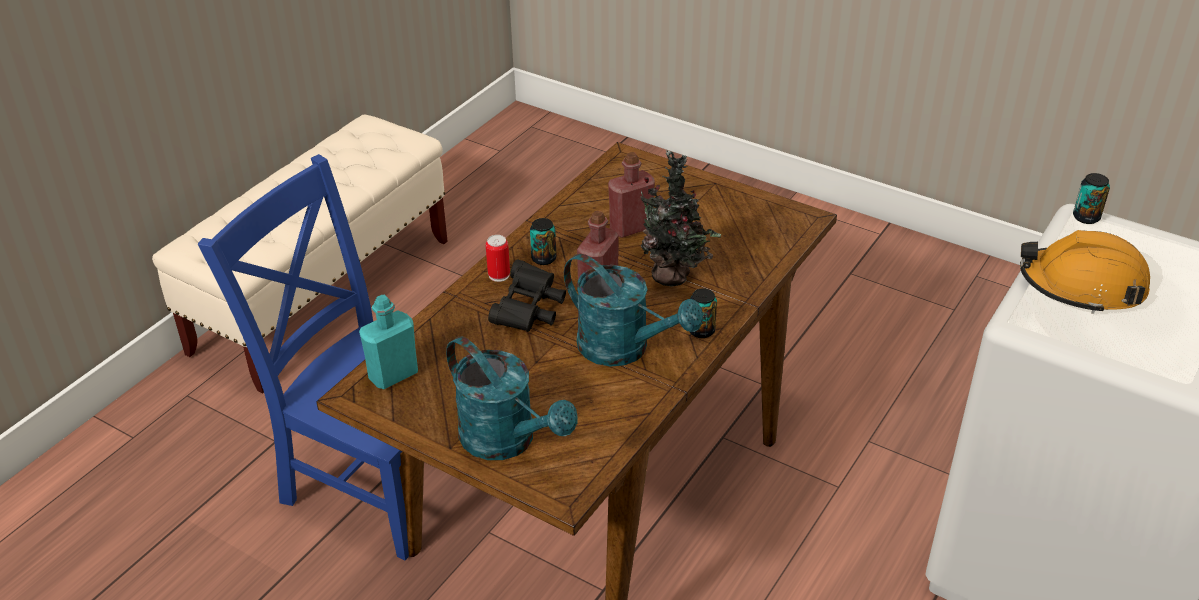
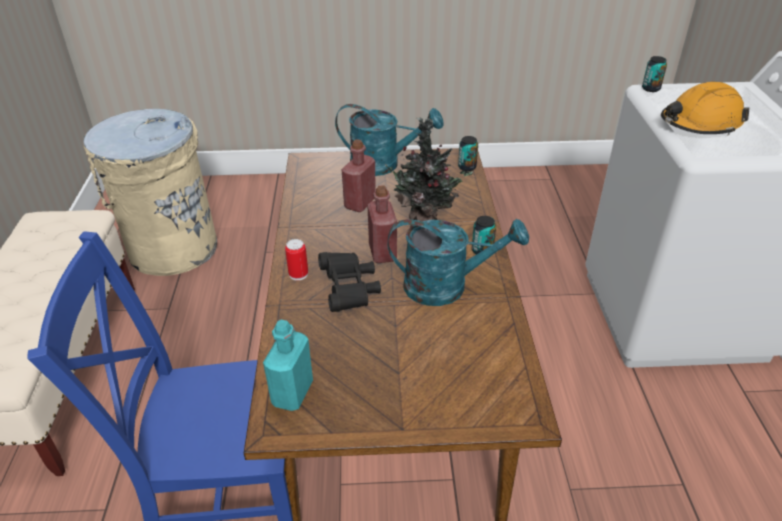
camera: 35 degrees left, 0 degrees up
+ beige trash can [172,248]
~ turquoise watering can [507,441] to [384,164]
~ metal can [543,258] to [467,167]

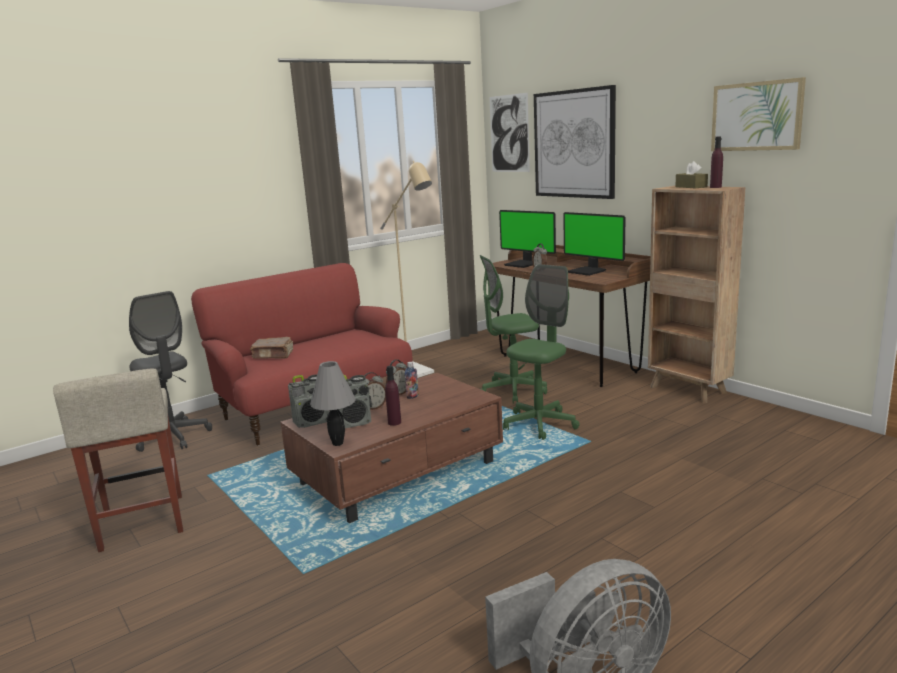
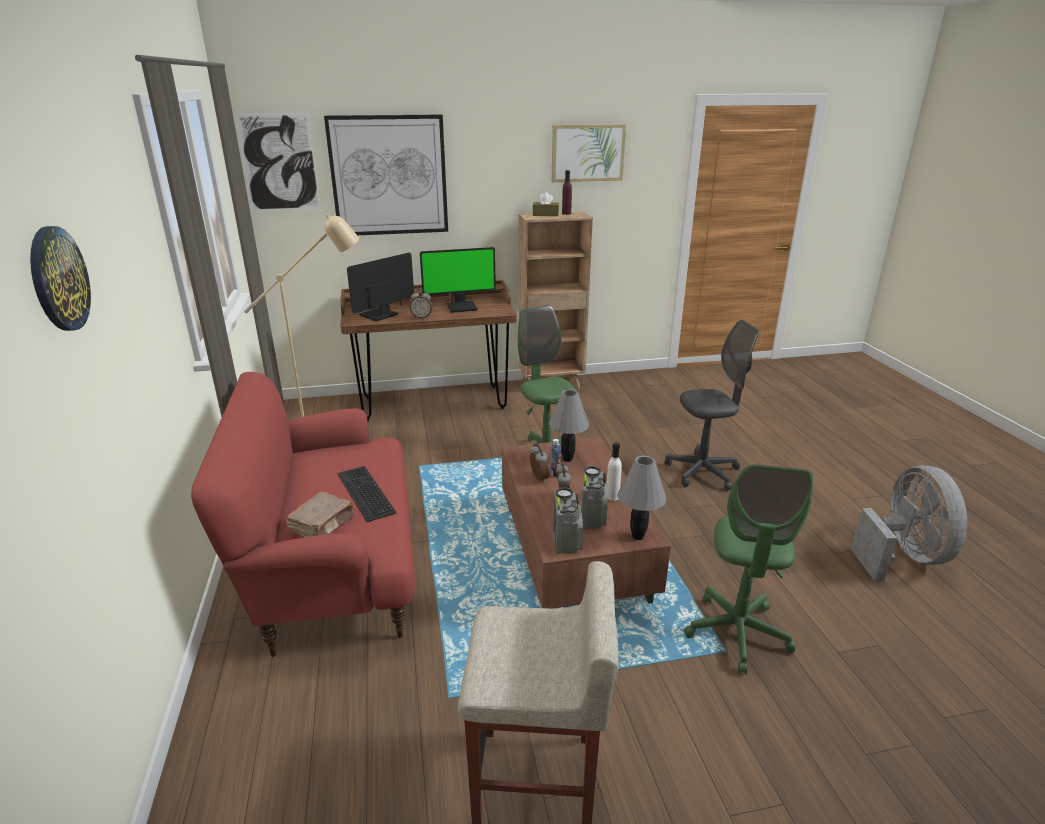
camera: 65 degrees left, 10 degrees up
+ clock on the wall [58,279]
+ computer keyboard [363,492]
+ gray lamp for a table [567,459]
~ gray computer chair [173,437] to [702,472]
~ greenish computer chair [513,391] to [737,633]
~ purple-coloured drink bottle [394,422] to white-coloured drink bottle [612,496]
~ computer display [523,264] = [379,315] 150 degrees clockwise

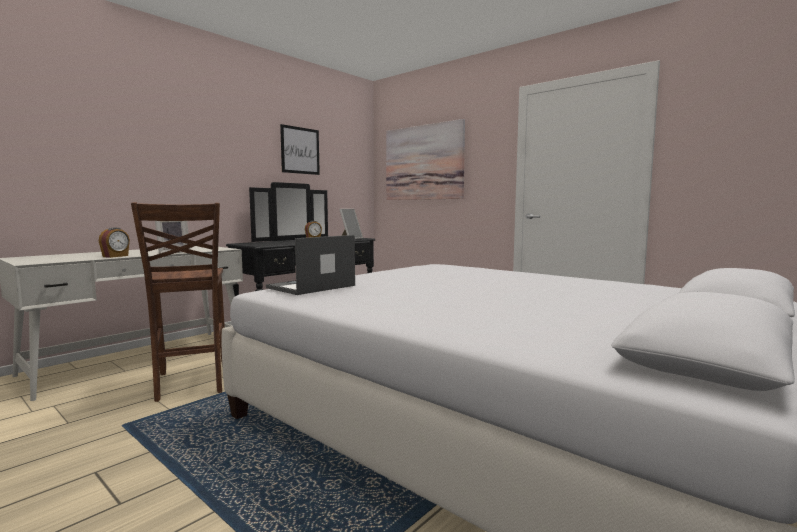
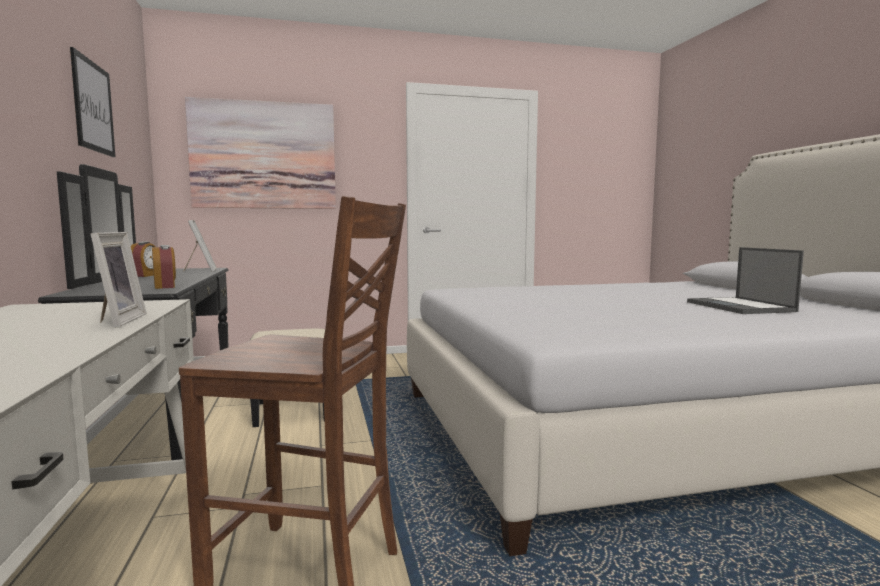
camera: 55 degrees left, 0 degrees up
~ table clock [115,256] to [165,286]
~ notebook computer [310,287] to [741,307]

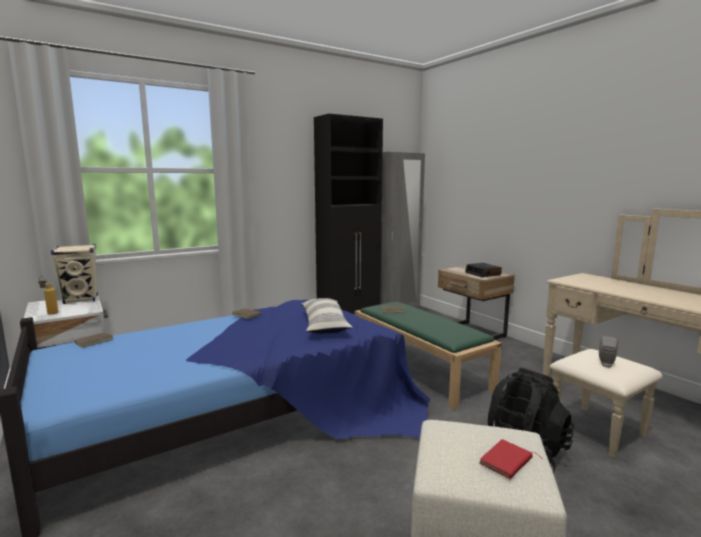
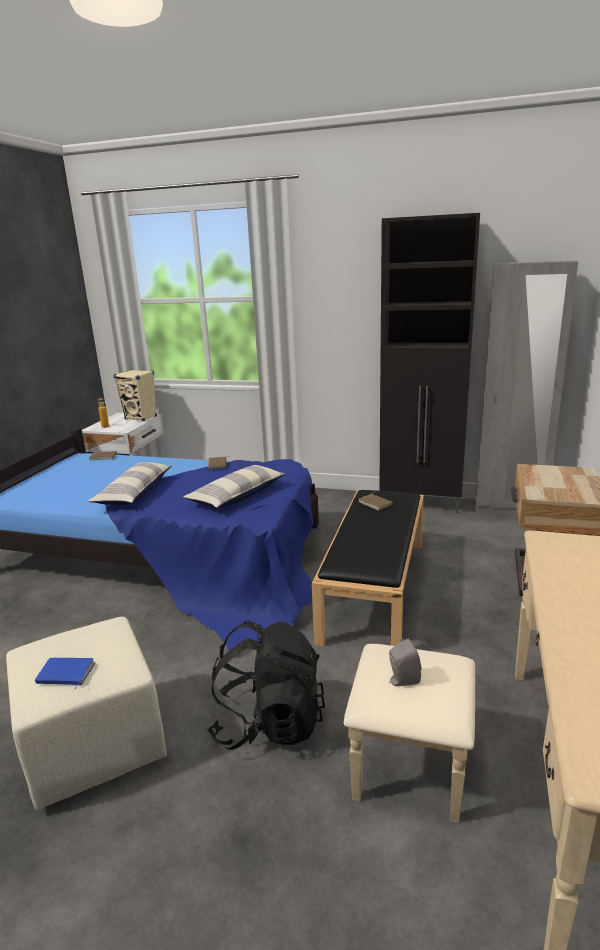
camera: 50 degrees right, 10 degrees up
- table clock [483,273]
+ throw pillow [134,493]
~ greenish indoor bench [417,369] to black-coloured indoor bench [374,587]
~ reddish bound book [507,462] to blue bound book [65,675]

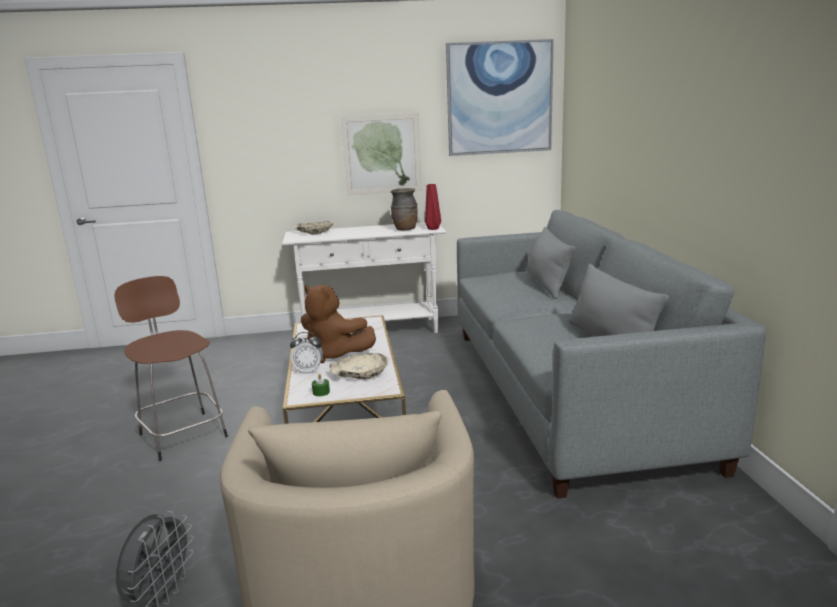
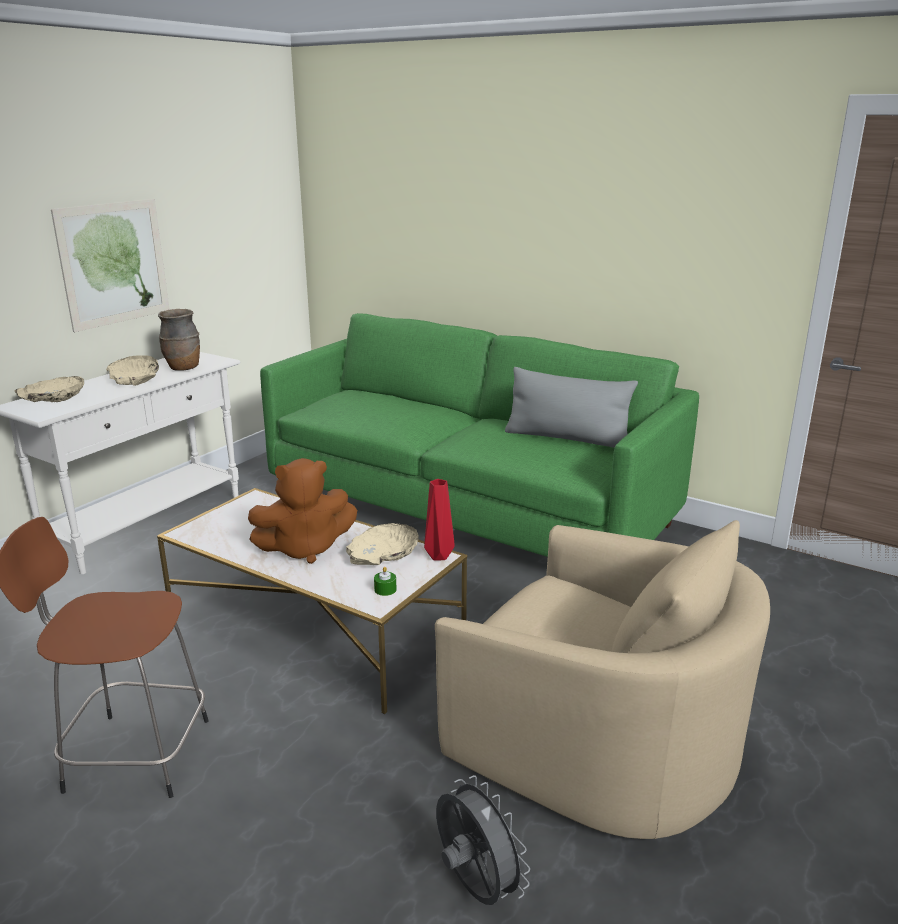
camera: 50 degrees left, 5 degrees up
- table clock [308,371]
- wall picture [499,98]
- gray throw pillow [547,284]
+ beige serving bowl [135,380]
~ reddish vase [433,228] to [438,555]
~ gray settee [566,391] to greenish settee [468,509]

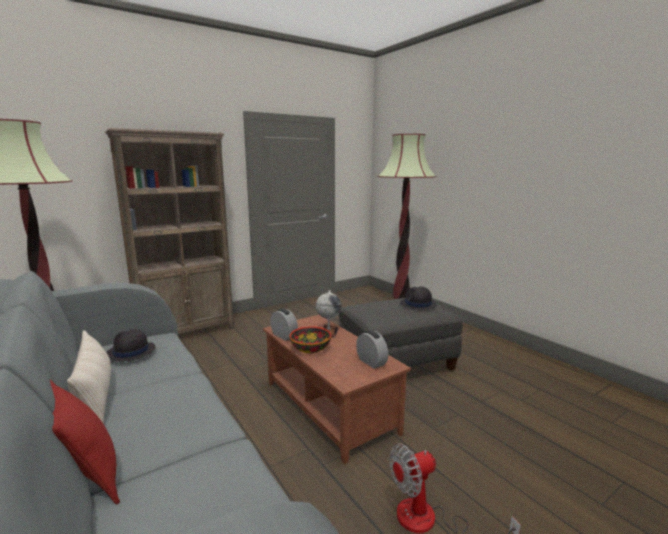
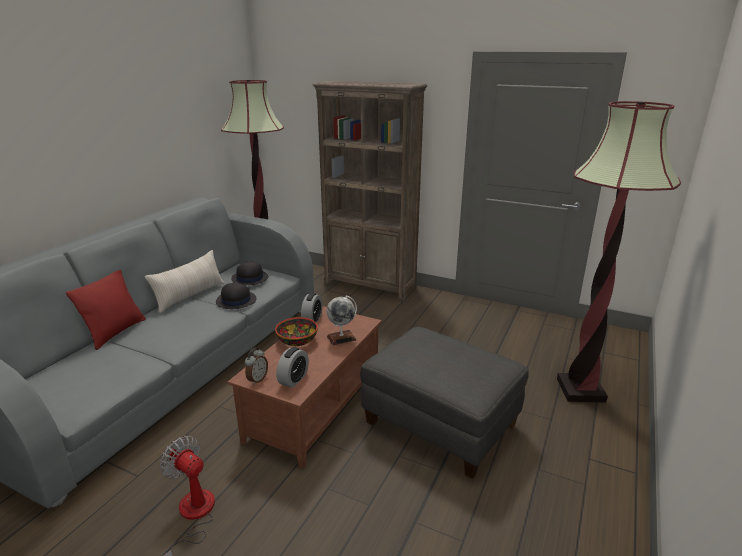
camera: 60 degrees right, 10 degrees up
+ table clock [257,379]
~ black-coloured wearable hat [418,304] to [236,300]

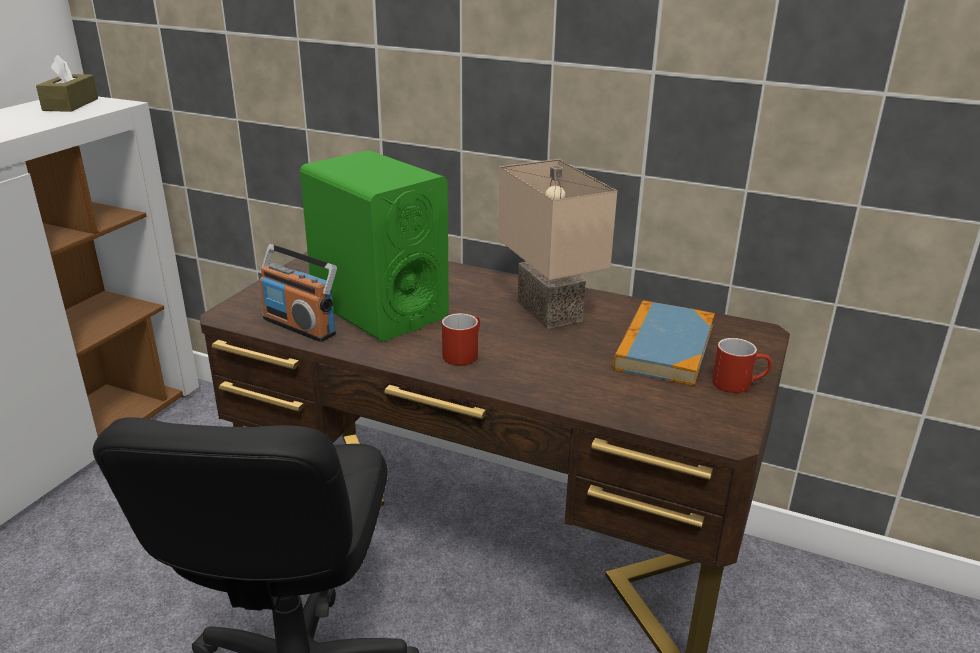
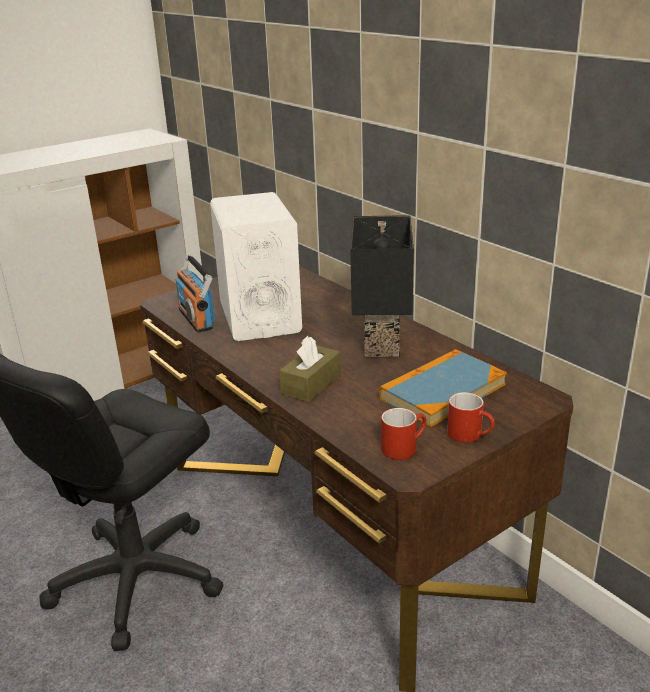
camera: 30 degrees right, 0 degrees up
~ brownish tissue box [70,104] to [311,384]
~ reddish tea mug [463,353] to [403,446]
~ greenish loudspeaker [379,309] to white-coloured loudspeaker [259,317]
~ beige lamp for a table [545,311] to black-coloured lamp for a table [378,343]

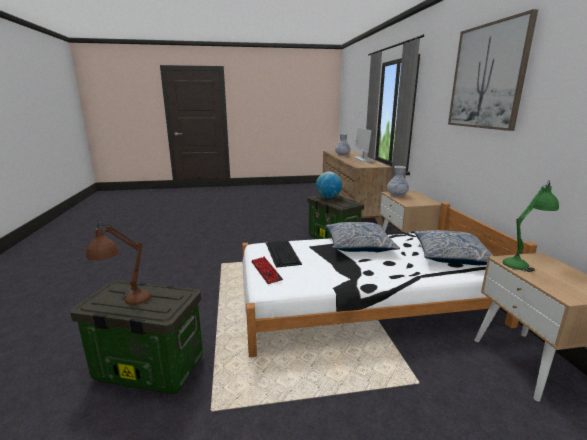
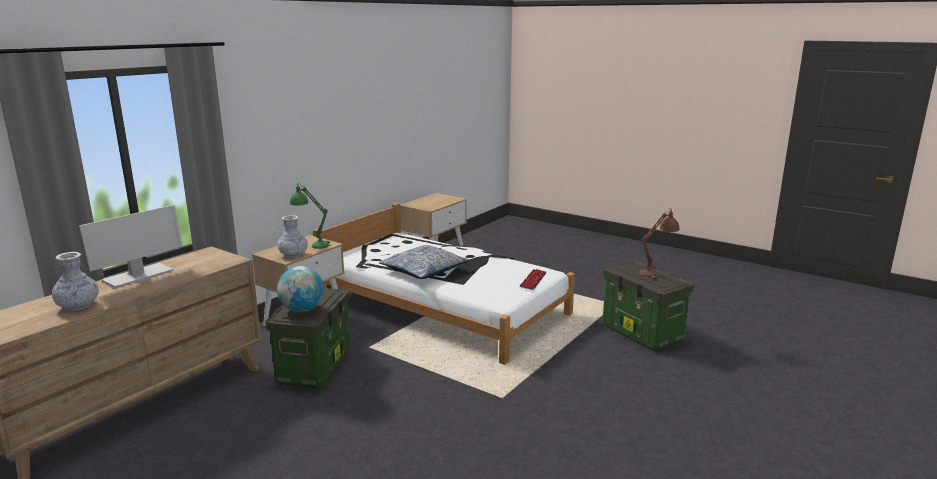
camera: 135 degrees left, 0 degrees up
- computer keyboard [283,253]
- throw pillow [451,256]
- wall picture [487,77]
~ greenish lamp for a table [523,262] to [312,244]

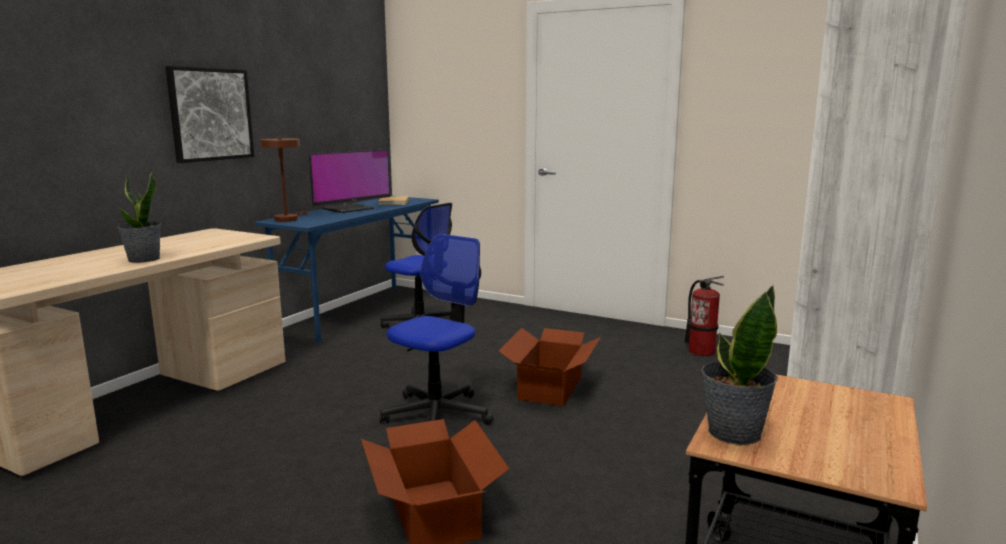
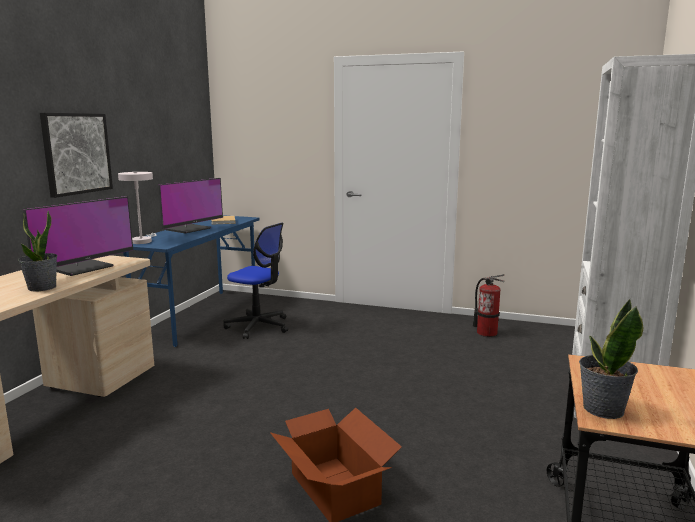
camera: 10 degrees left, 0 degrees up
- computer chair [437,414]
- cardboard box [551,388]
+ computer display [82,268]
~ brownish lamp for a table [288,219] to white-coloured lamp for a table [142,241]

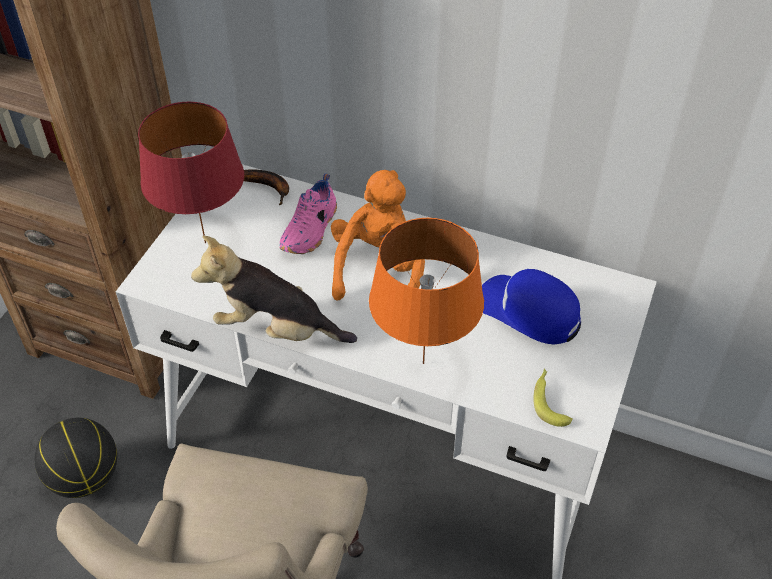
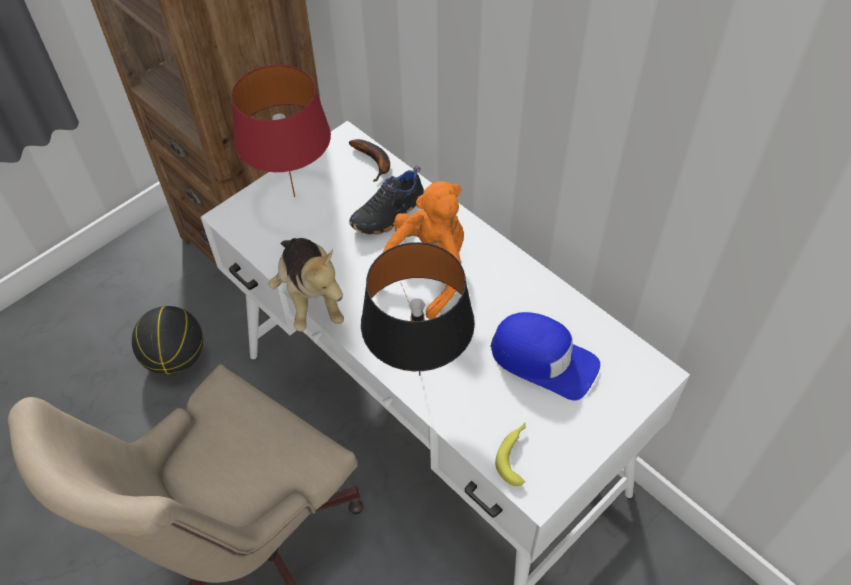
camera: 25 degrees right, 5 degrees up
~ pinkish shoe [311,230] to black-coloured shoe [389,214]
~ orangey lamp for a table [423,362] to black-coloured lamp for a table [420,374]
~ soft toy [276,329] = [310,297] 150 degrees counterclockwise
~ blue baseball cap [527,311] = [543,359] 150 degrees clockwise

